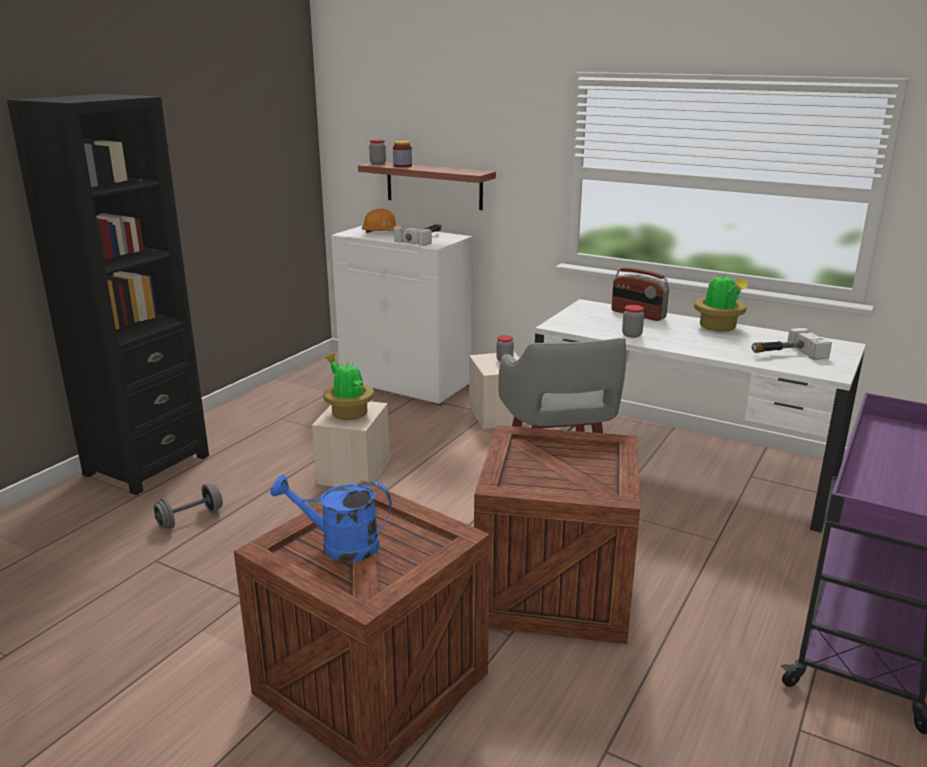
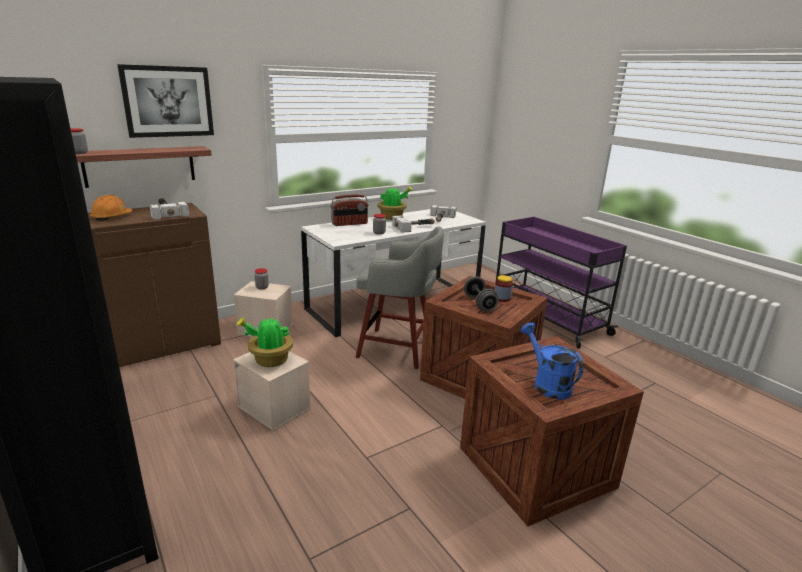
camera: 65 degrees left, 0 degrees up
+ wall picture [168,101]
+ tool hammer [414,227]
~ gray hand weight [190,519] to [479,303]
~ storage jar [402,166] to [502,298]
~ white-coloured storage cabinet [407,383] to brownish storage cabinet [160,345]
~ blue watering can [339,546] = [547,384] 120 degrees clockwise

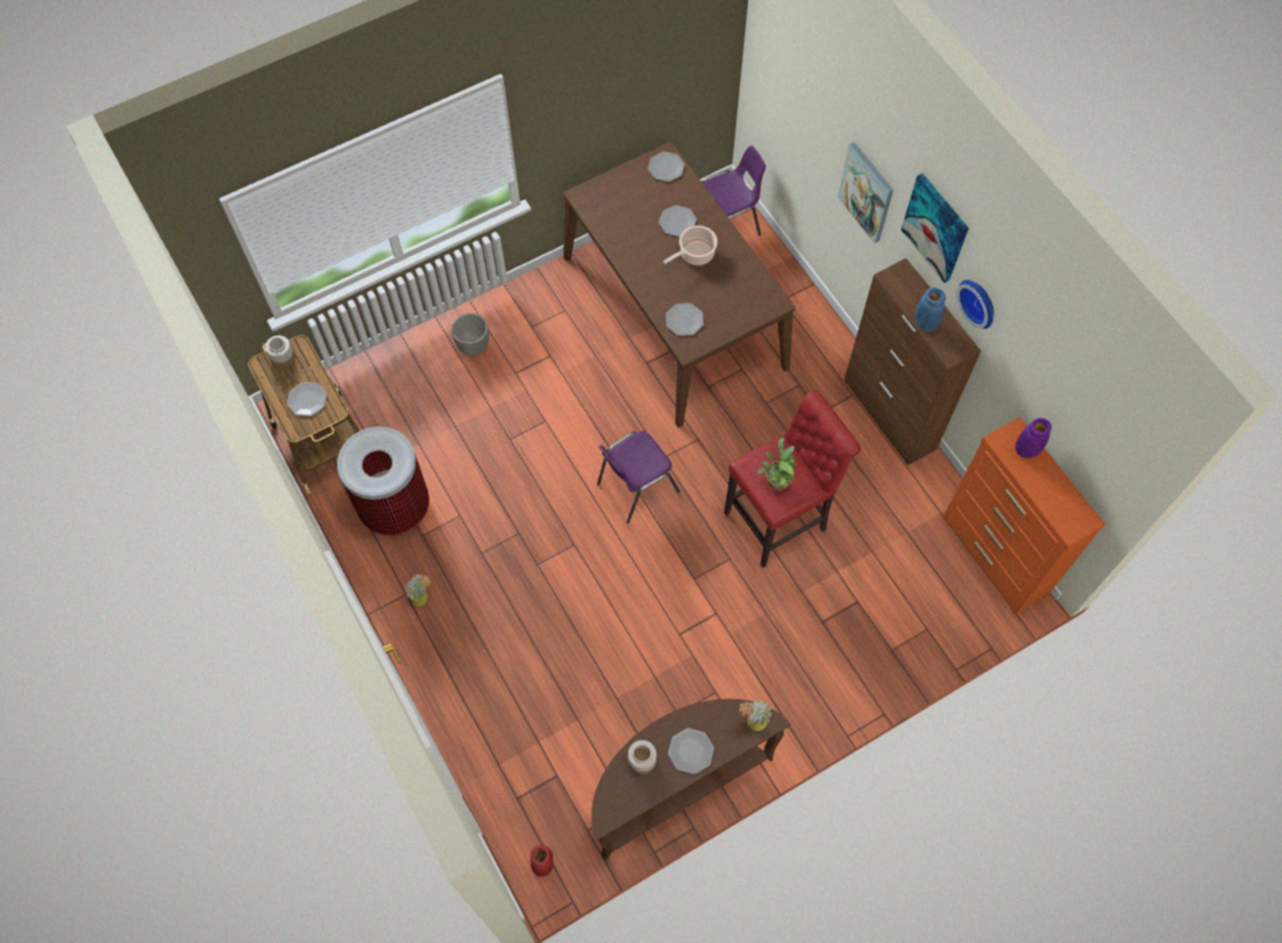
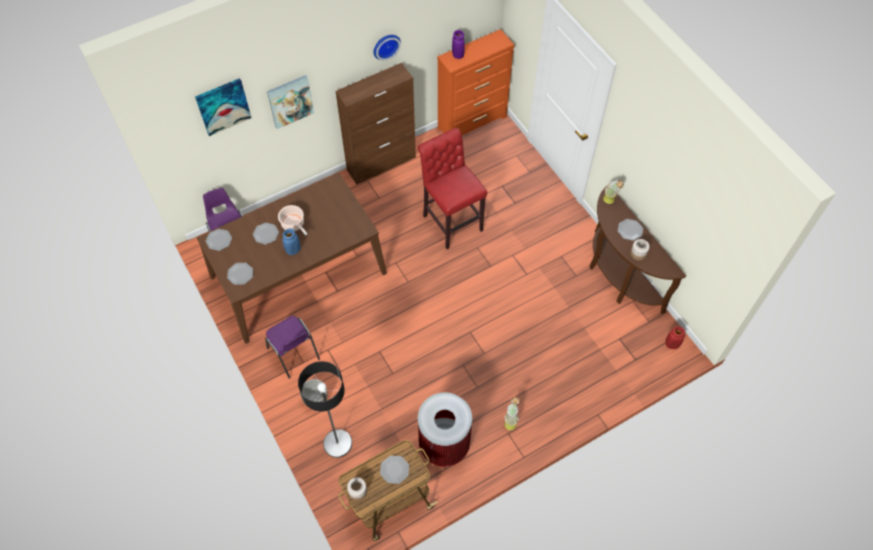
camera: 90 degrees left, 5 degrees down
- plant in a pot [776,480]
+ floor lamp [337,443]
~ purple-coloured plain chair [635,488] to [294,354]
~ plate [684,320] to [240,274]
~ wall picture [936,227] to [223,106]
~ blue vase [925,323] to [293,250]

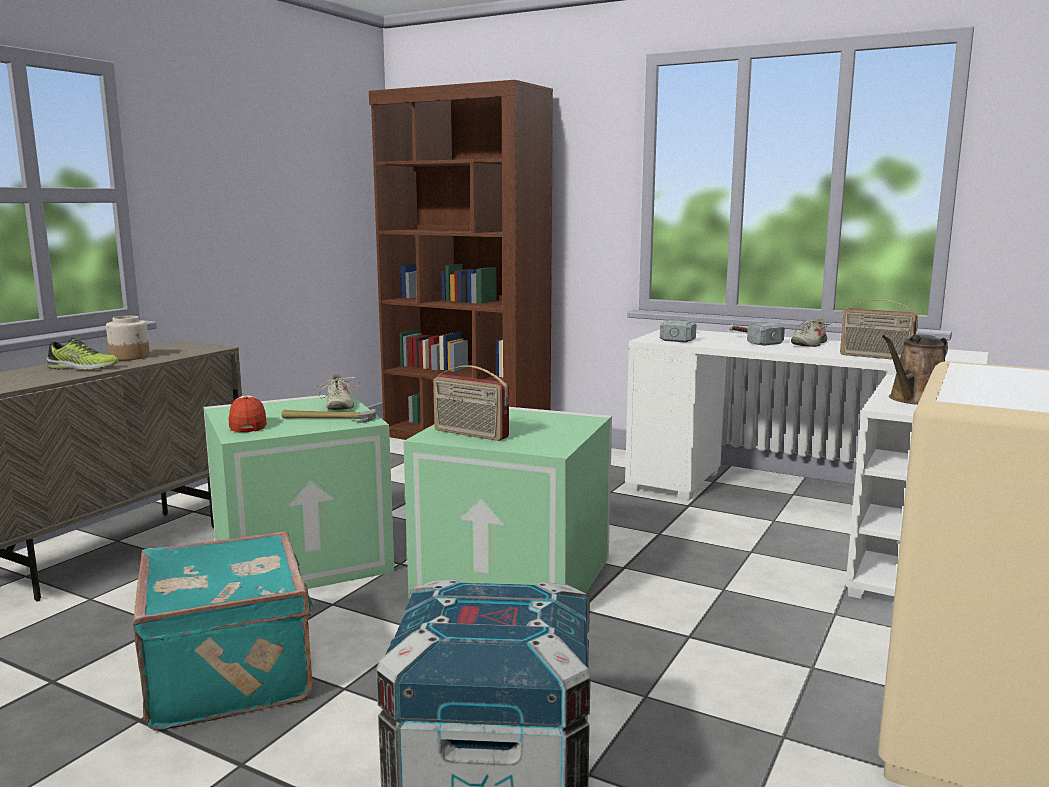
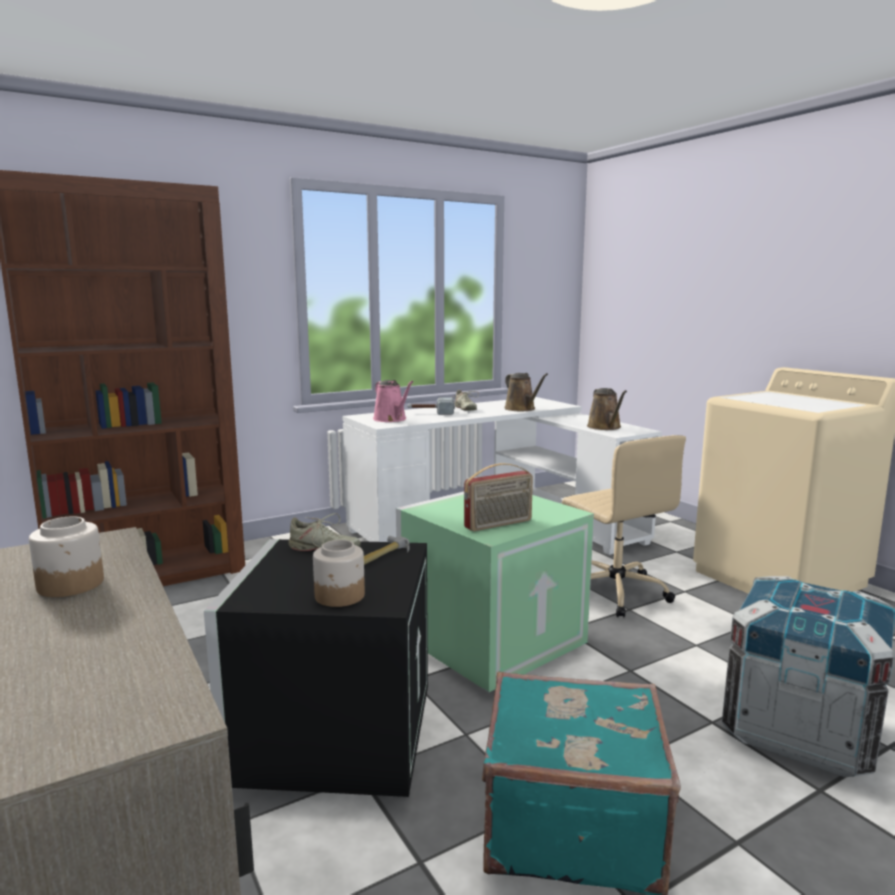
camera: 60 degrees left, 0 degrees up
- shoe [82,368]
+ beige computer chair [614,592]
~ baseball cap [248,424] to storage jar [340,596]
~ tool hammer [683,337] to pinkish watering can [391,419]
~ radio set [875,357] to brownish watering can [521,409]
~ greenish storage bin [303,556] to black-coloured storage bin [333,729]

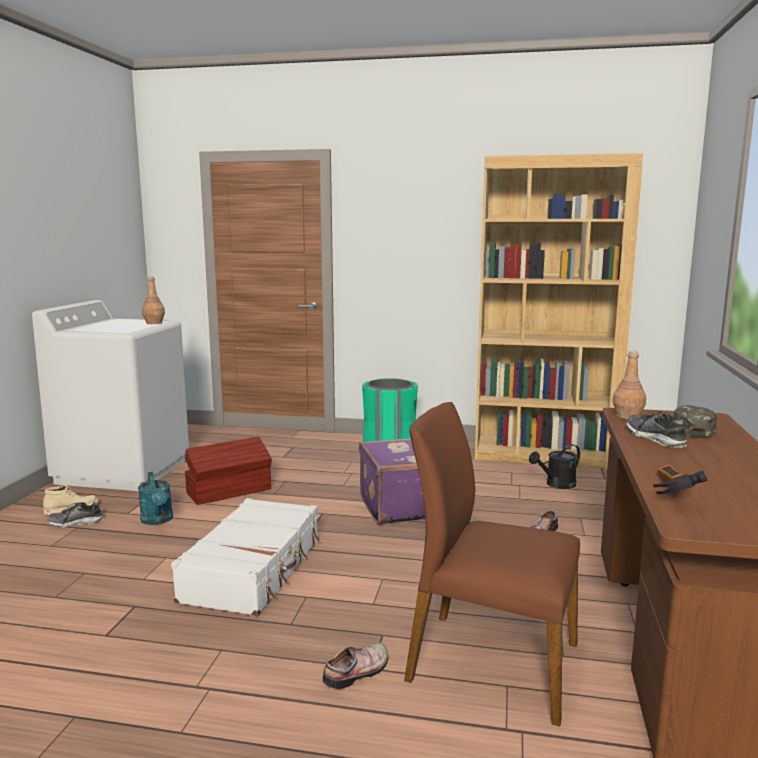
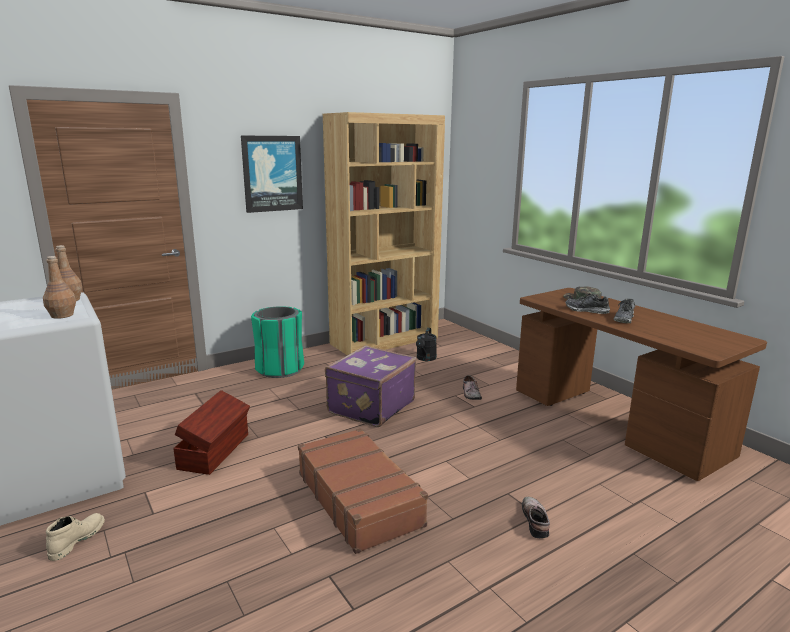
camera: 45 degrees left, 5 degrees up
- turquoise watering can [158,520]
- brownish plain chair [491,662]
- tool hammer [667,492]
+ wall picture [272,173]
~ shoe [76,523] to [624,318]
~ brownish drink bottle [628,416] to [62,315]
~ white-coloured piece of luggage [254,569] to brownish piece of luggage [359,498]

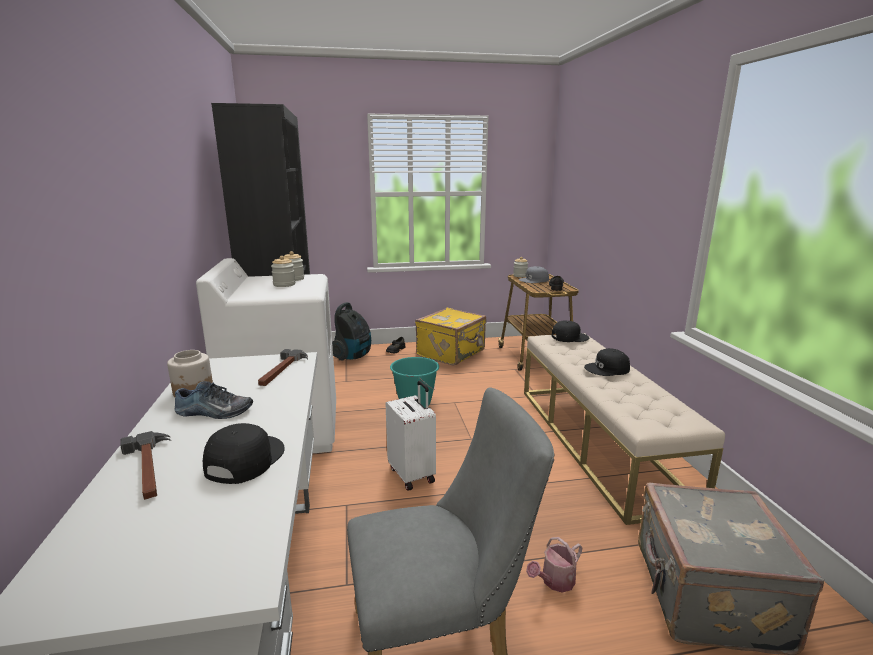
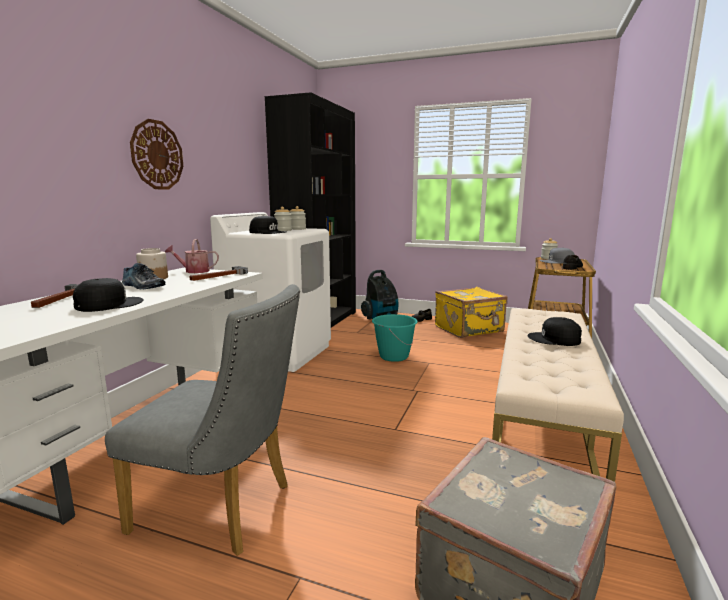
camera: 30 degrees right, 5 degrees down
- white-coloured piece of luggage [413,474]
+ clock on the wall [157,155]
~ watering can [554,581] to [194,271]
~ black-coloured baseball cap [569,337] to [268,232]

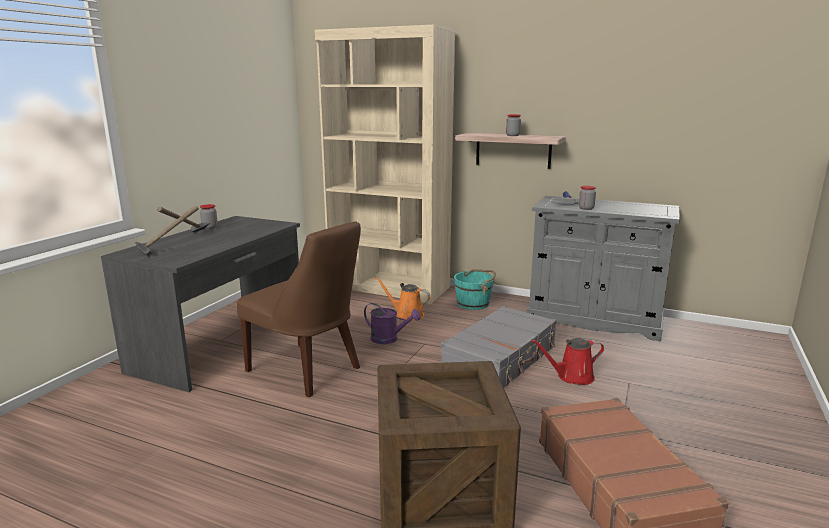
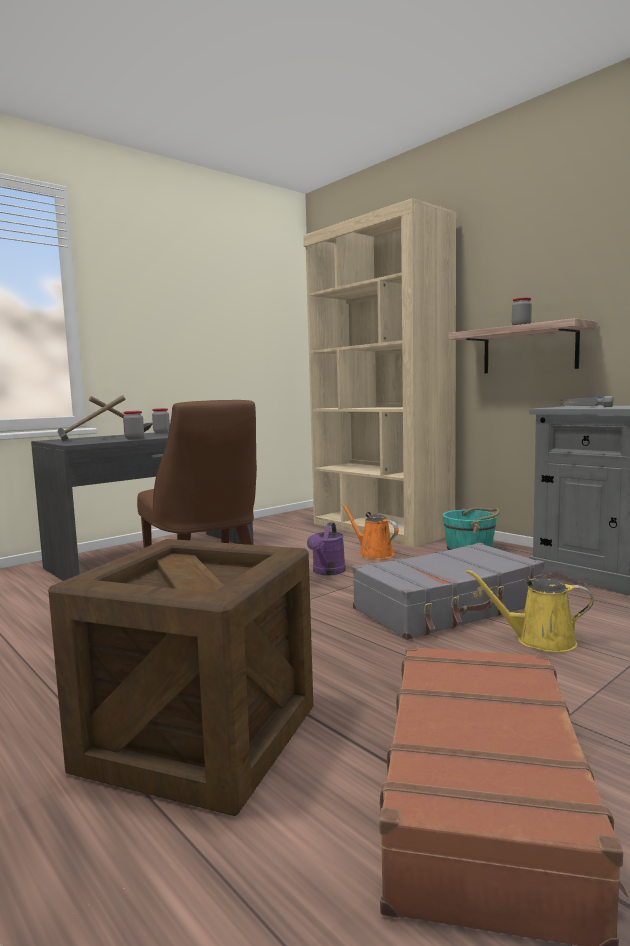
camera: 25 degrees right, 10 degrees down
~ storage jar [586,208] to [134,438]
~ reddish watering can [572,377] to yellowish watering can [539,641]
~ purple-coloured watering can [389,339] = [327,572] 60 degrees clockwise

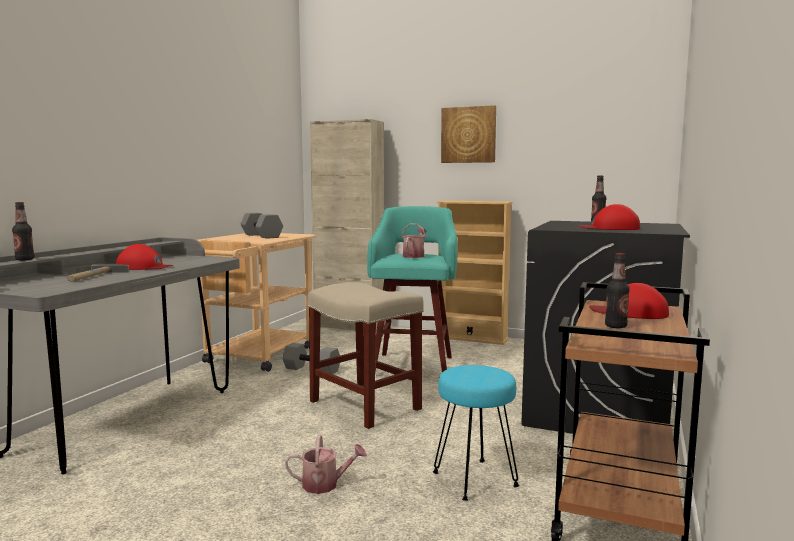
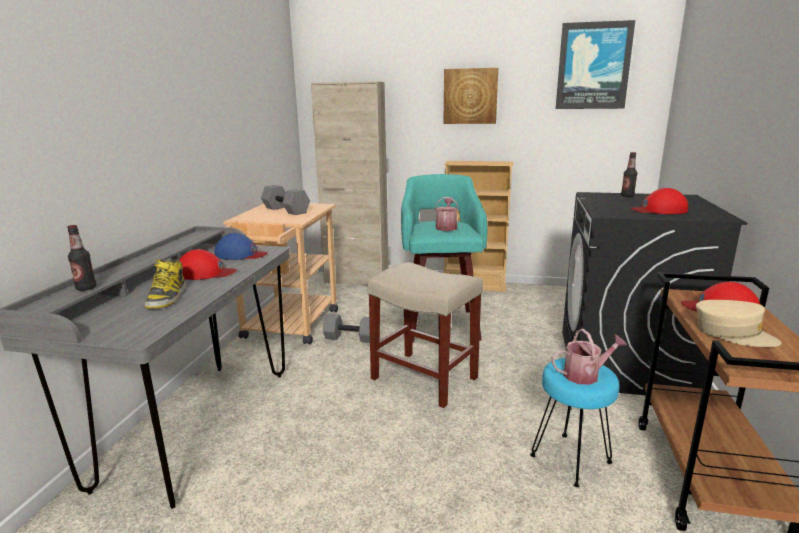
camera: 10 degrees left, 10 degrees up
+ blue baseball cap [240,254]
+ wall picture [593,66]
~ watering can [325,484] to [585,375]
~ tool hammer [94,276] to high-top boot [167,297]
~ drink bottle [615,326] to beige baseball cap [733,334]

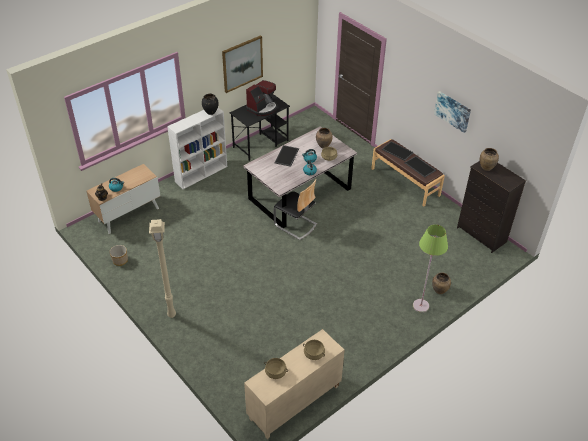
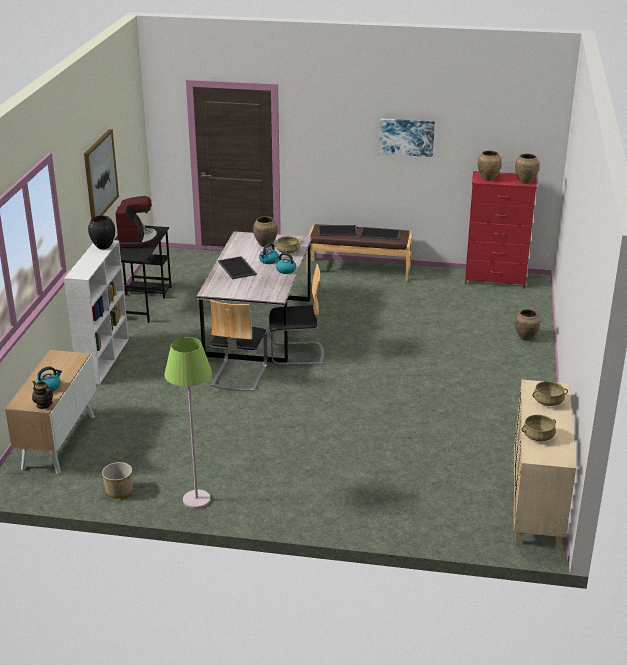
camera: 40 degrees left, 15 degrees down
- beige floor lamp [171,314]
+ plain chair [238,375]
+ brownish vase [525,181]
~ greenish floor lamp [420,306] to [196,499]
~ black-coloured drawer chest [481,235] to reddish drawer chest [495,279]

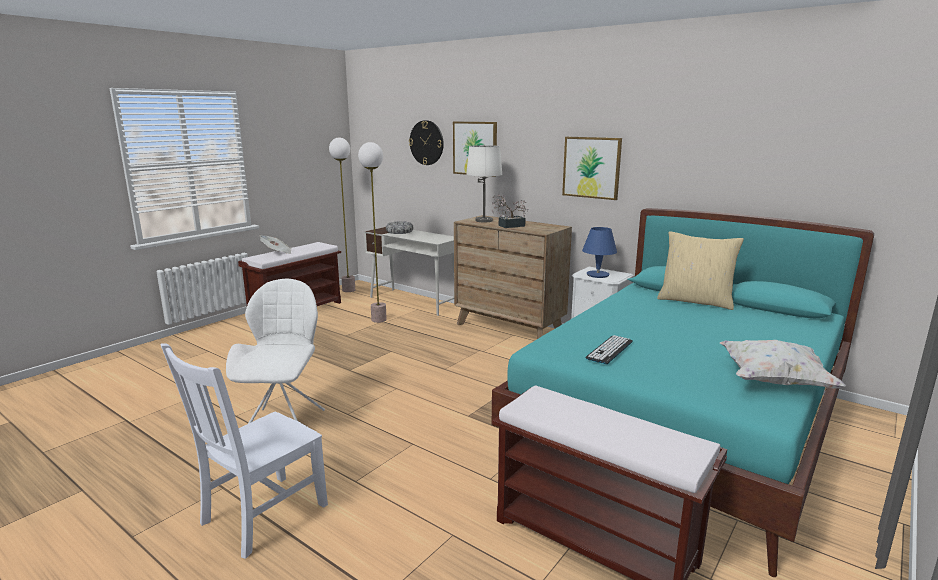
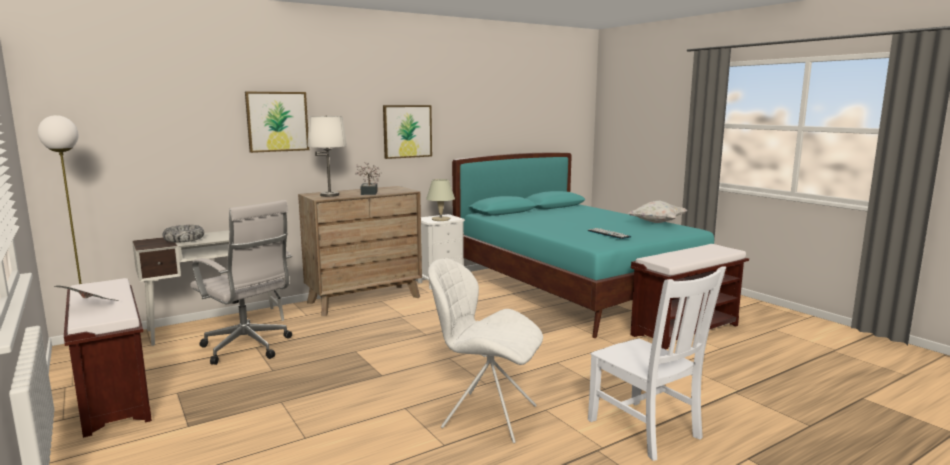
camera: 70 degrees left, 5 degrees down
- clock on the wall [426,142]
- beige throw pillow [695,301]
~ floor lamp [378,320] to white-coloured computer chair [248,348]
~ blue lamp for a table [597,275] to beige lamp for a table [441,219]

